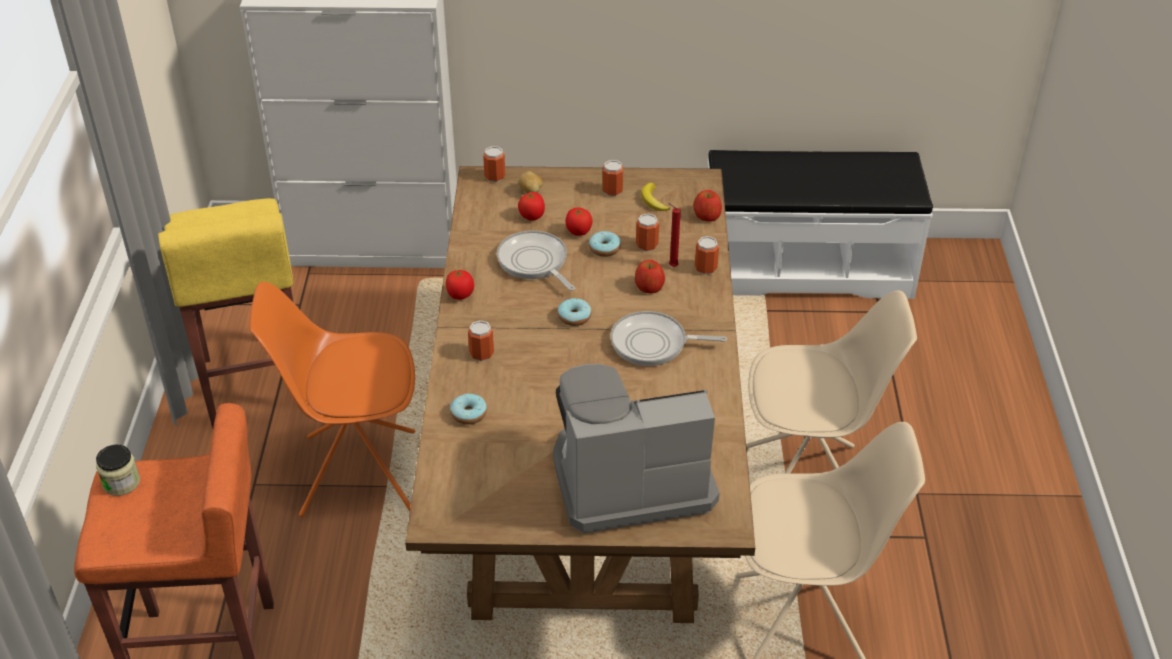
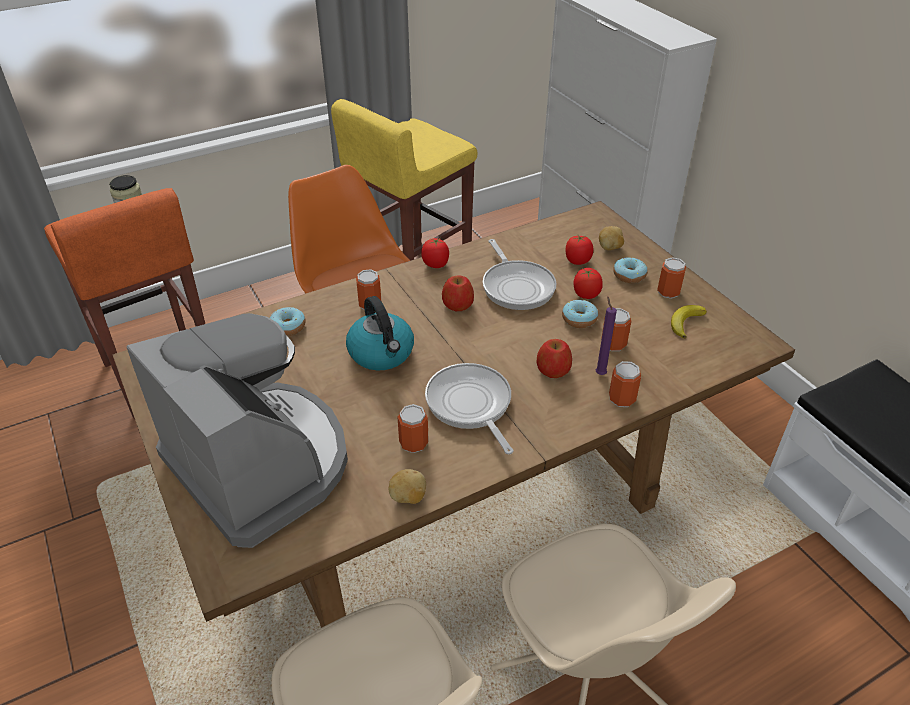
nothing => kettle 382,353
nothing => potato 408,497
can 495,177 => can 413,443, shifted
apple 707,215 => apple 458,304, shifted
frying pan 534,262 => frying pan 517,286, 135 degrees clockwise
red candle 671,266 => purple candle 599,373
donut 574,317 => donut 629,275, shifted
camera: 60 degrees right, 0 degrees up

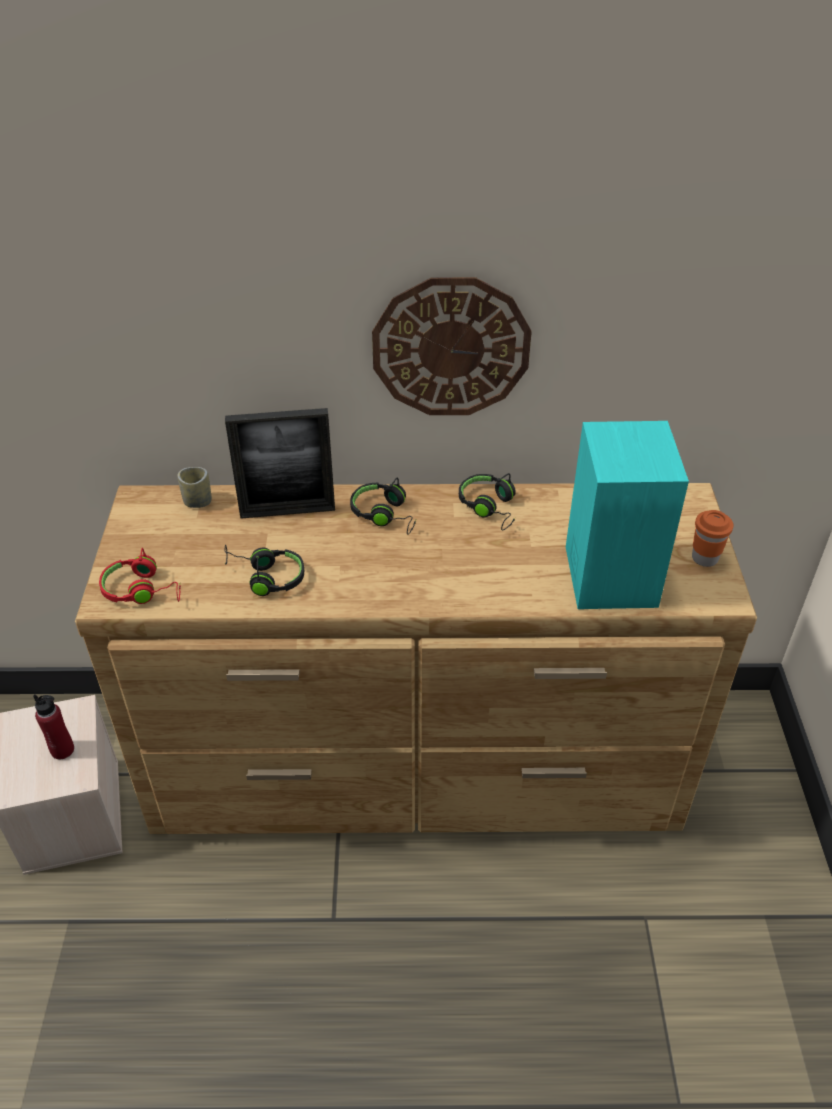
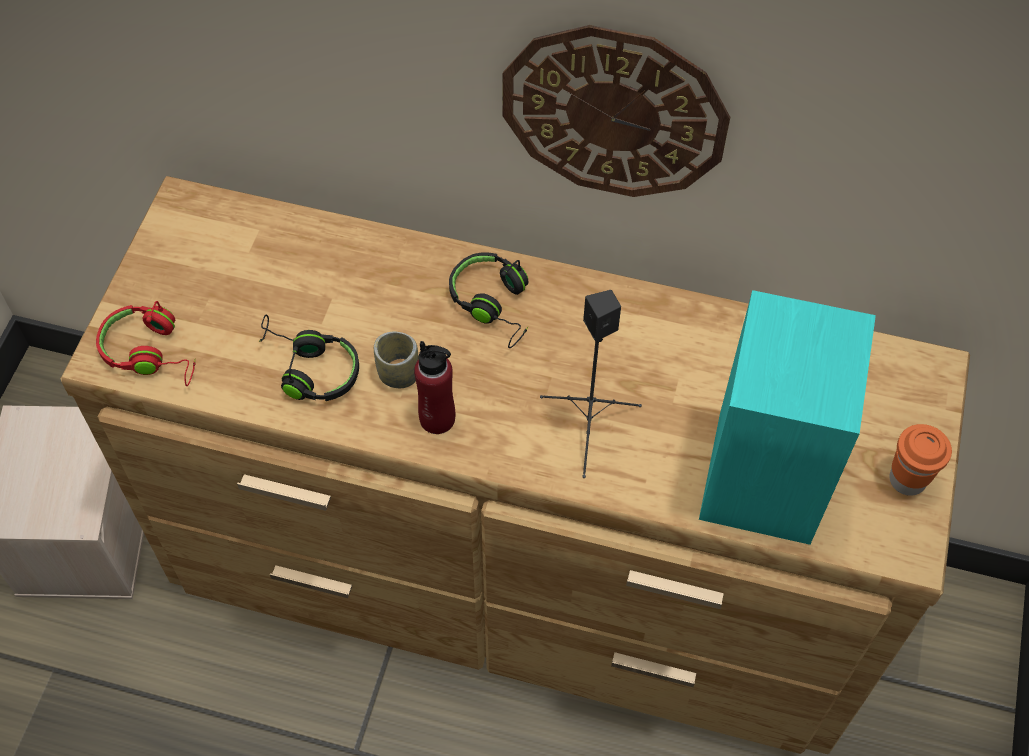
cup 197,501 => cup 398,374, shifted
red bottle 62,750 => red bottle 437,418, shifted
nothing => black speaker 589,427
picture frame 287,511 => nothing
black headphones 490,507 => nothing
camera: 15 degrees right, 15 degrees up

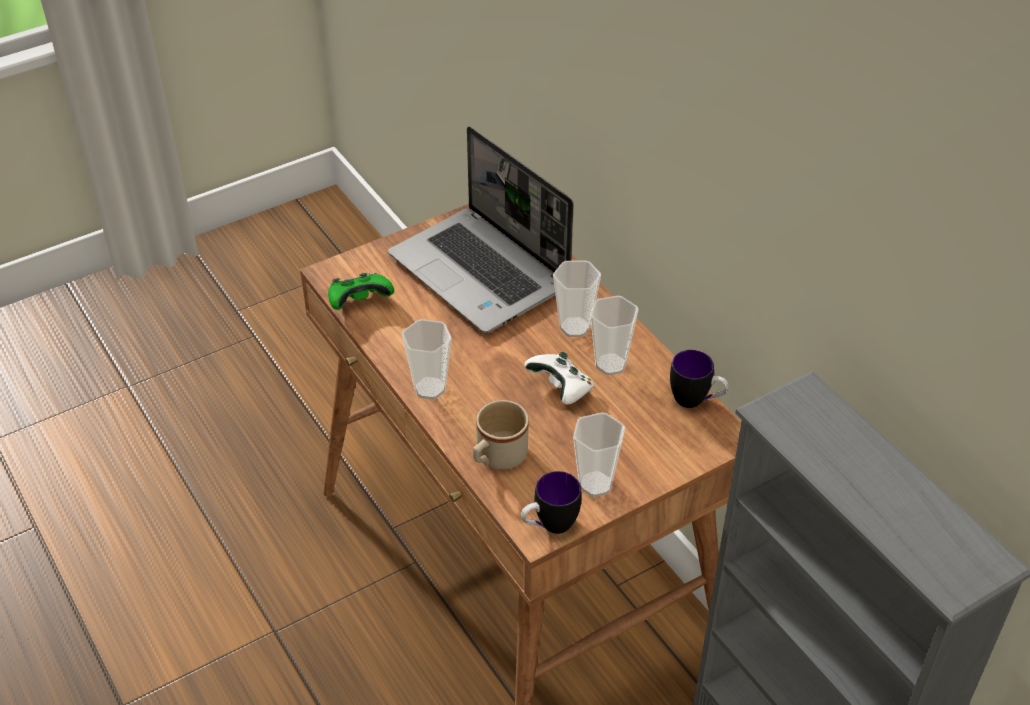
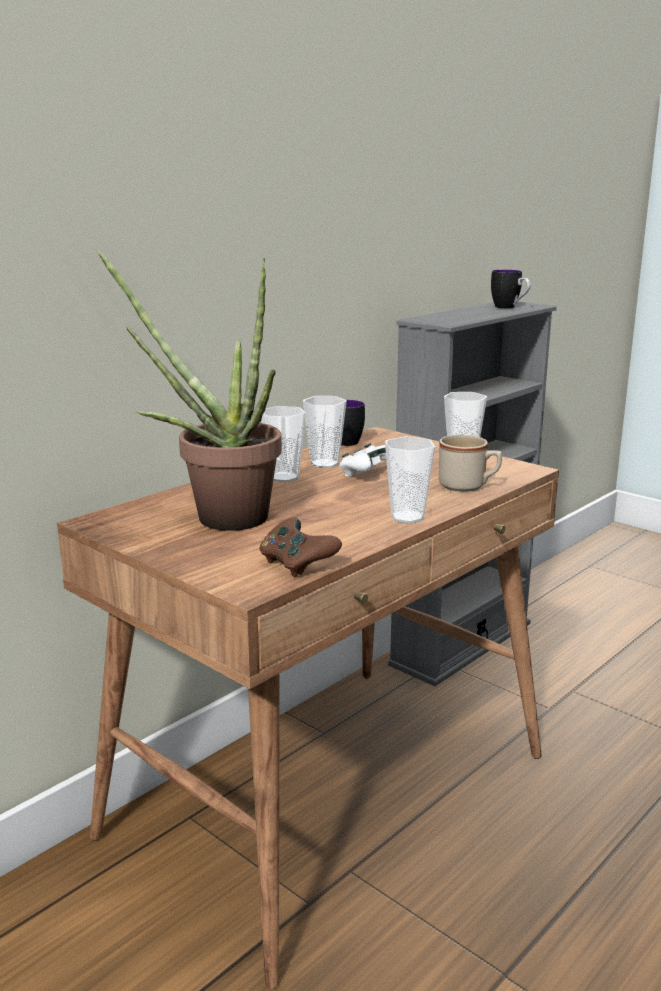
laptop 482,272 => potted plant 217,516
green game controller 360,302 => brown game controller 296,564
mug 549,526 => mug 509,307, shifted
camera: 105 degrees left, 25 degrees down

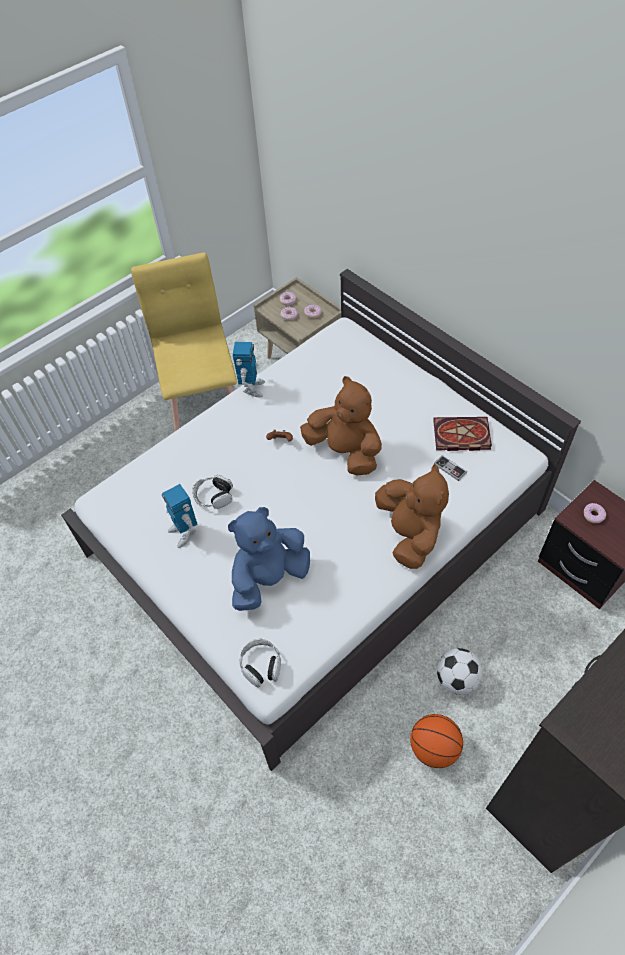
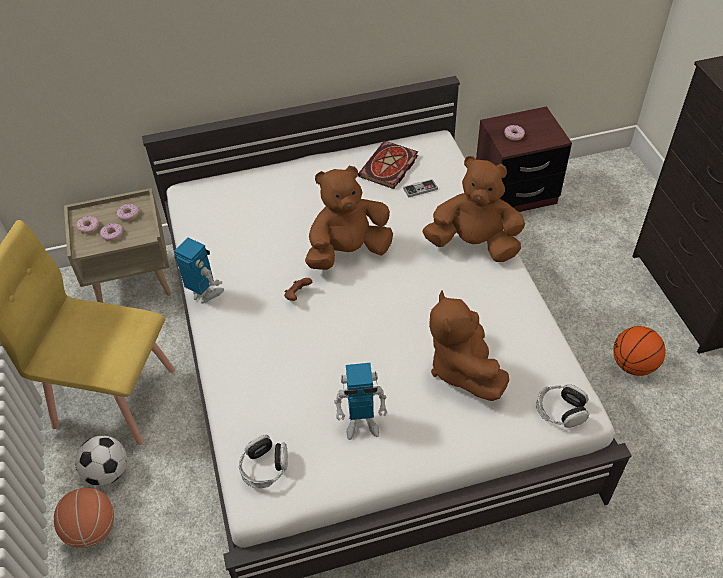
nothing => basketball 91,529
football 457,679 => football 108,472, shifted
headphones 213,496 => headphones 265,467, shifted
blue plush toy 269,578 => brown plush toy 462,368
camera: 65 degrees left, 5 degrees down

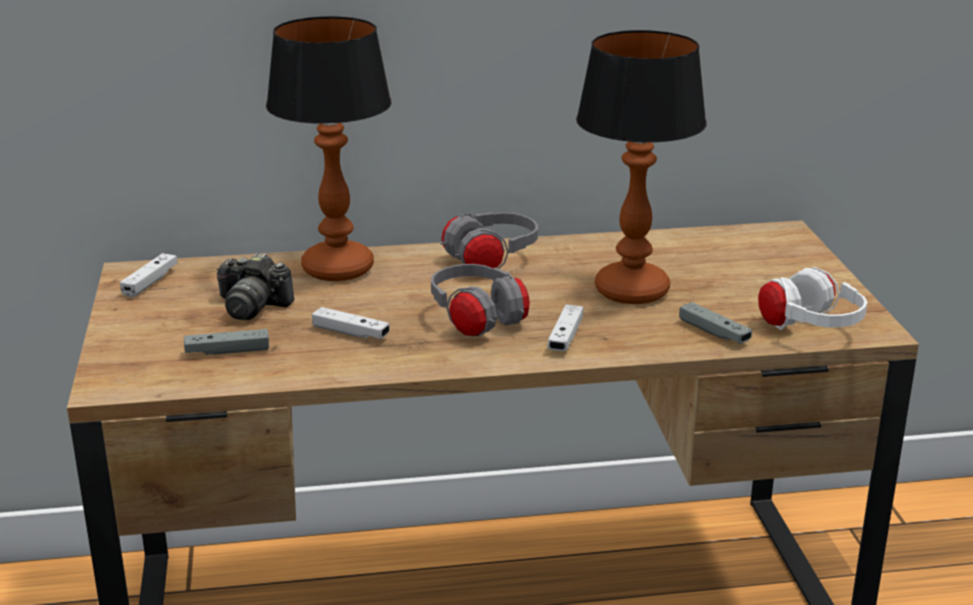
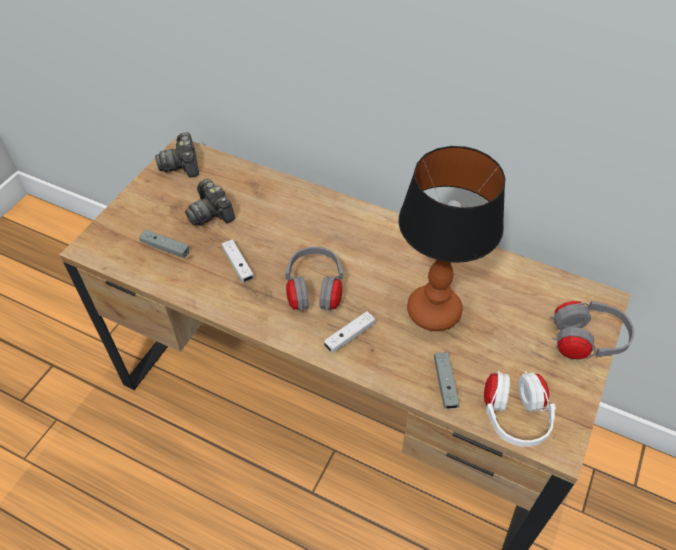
white game controller 150,282 => photo camera 182,165
grey headphones 490,262 => grey headphones 585,341, shifted
table lamp 337,268 => nothing
camera: 35 degrees right, 25 degrees up

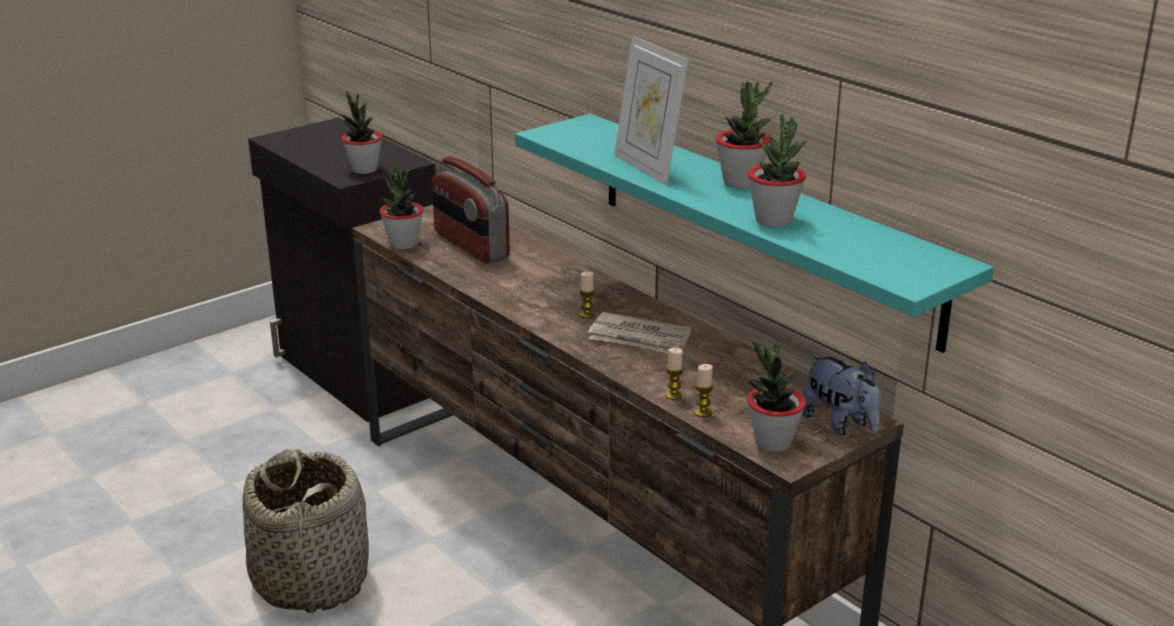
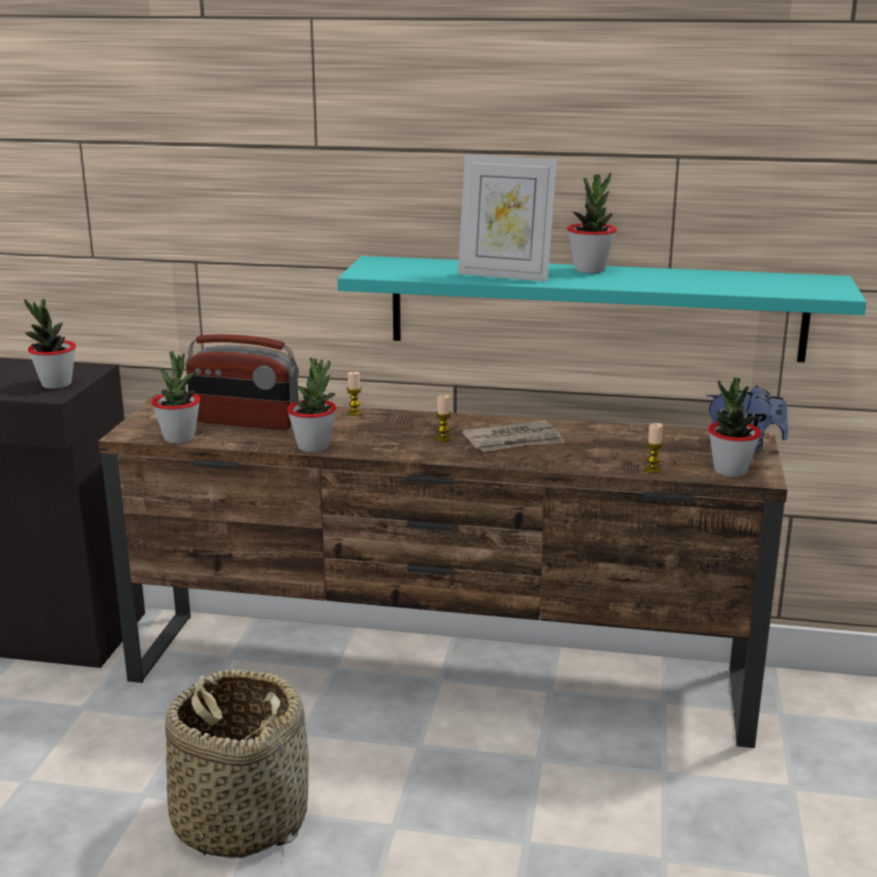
potted plant 774,220 => potted plant 313,446, shifted
candle 673,395 => candle 354,413, shifted
camera: 40 degrees left, 5 degrees down

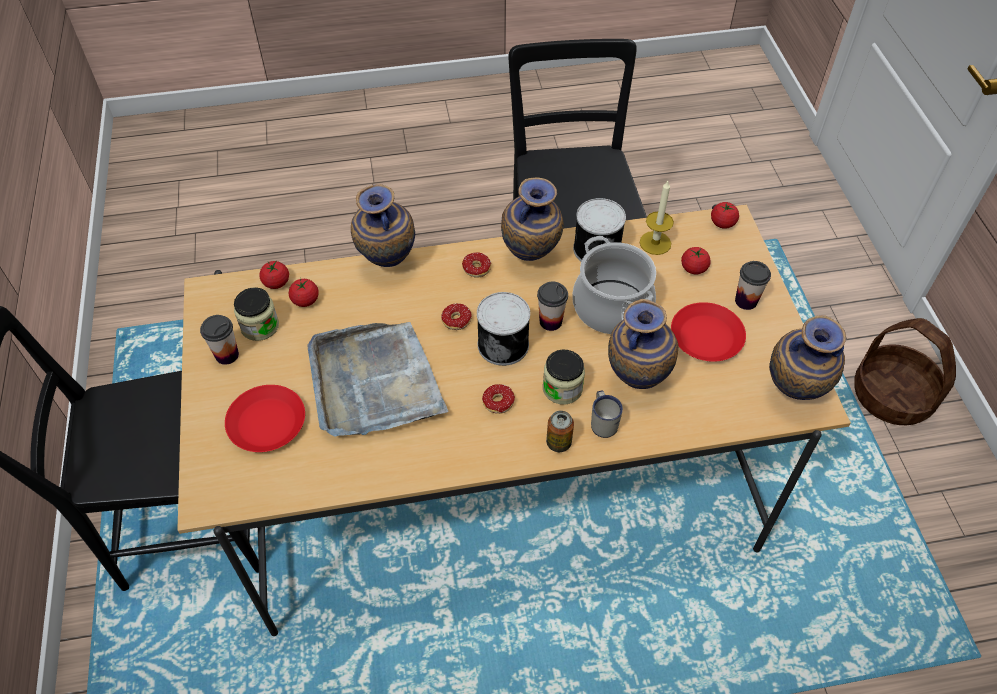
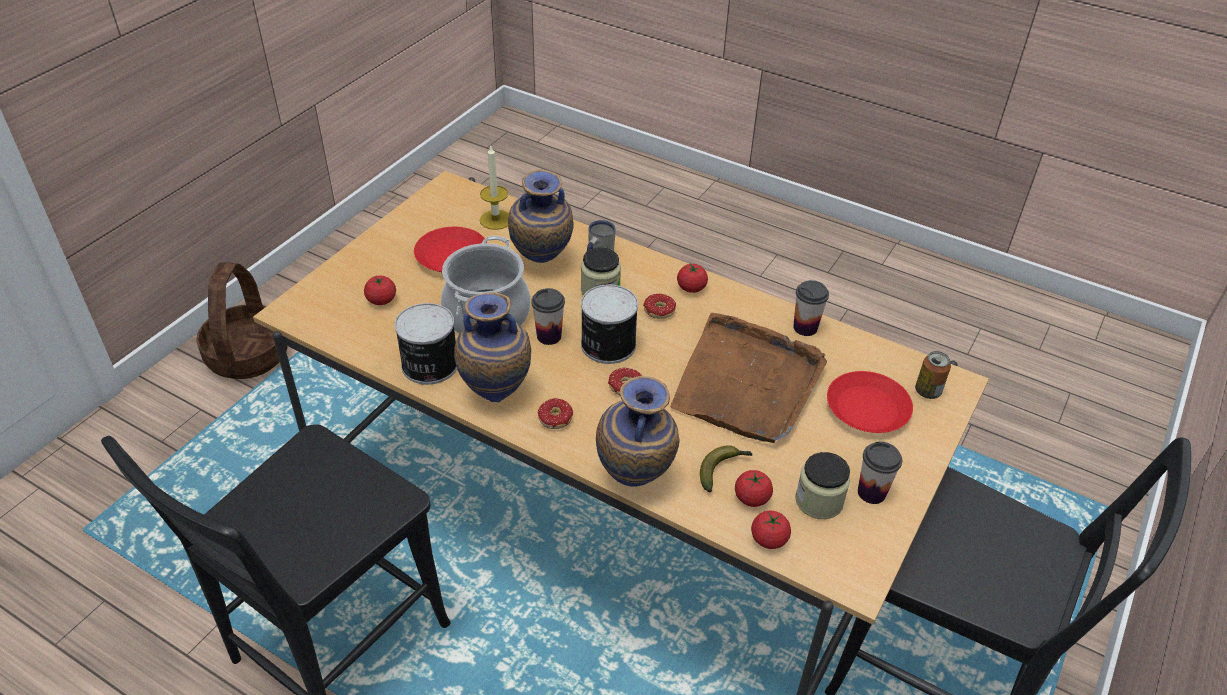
candle 655,243 => candle 495,220, shifted
grey tray 374,382 => brown tray 747,383
tomato 722,223 => tomato 691,288, shifted
nothing => banana 723,470
cup 746,301 => cup 805,328, shifted
can 558,443 => can 927,391, shifted
vase 792,394 => nothing
camera: 140 degrees left, 10 degrees down

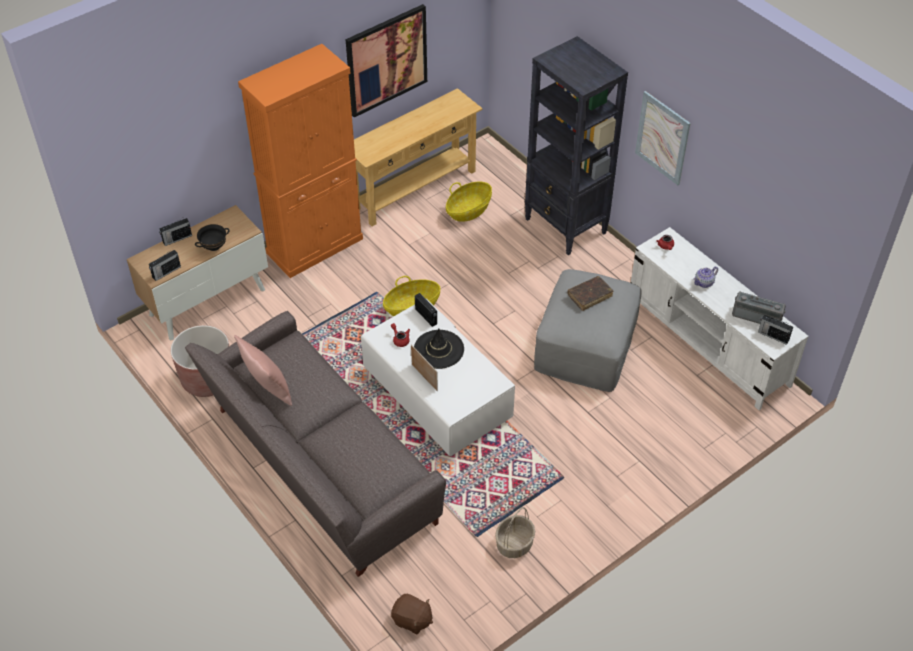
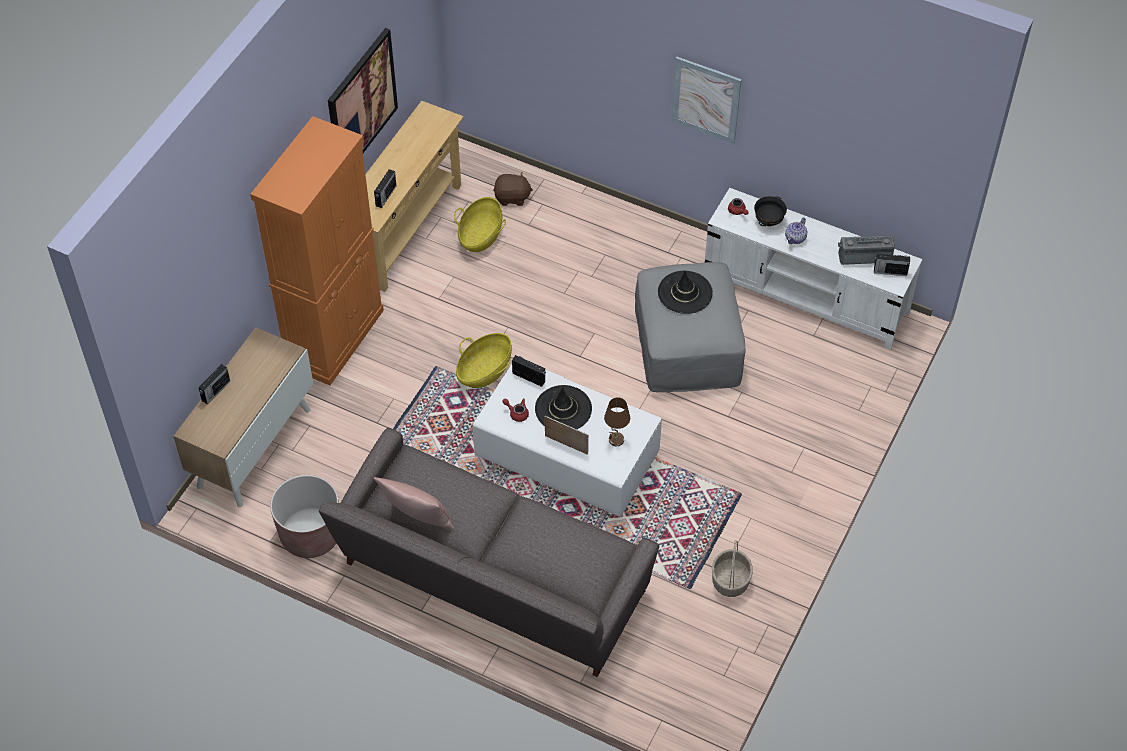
radio 166,272 => radio 385,196, shifted
brown plush toy 412,620 => brown plush toy 512,197, shifted
nothing => brown table lamp 616,440
brown book 589,296 => black hat 685,293
black bowl 214,247 => black bowl 768,221, shifted
black bookcase 566,226 => nothing
camera: 25 degrees left, 5 degrees up

